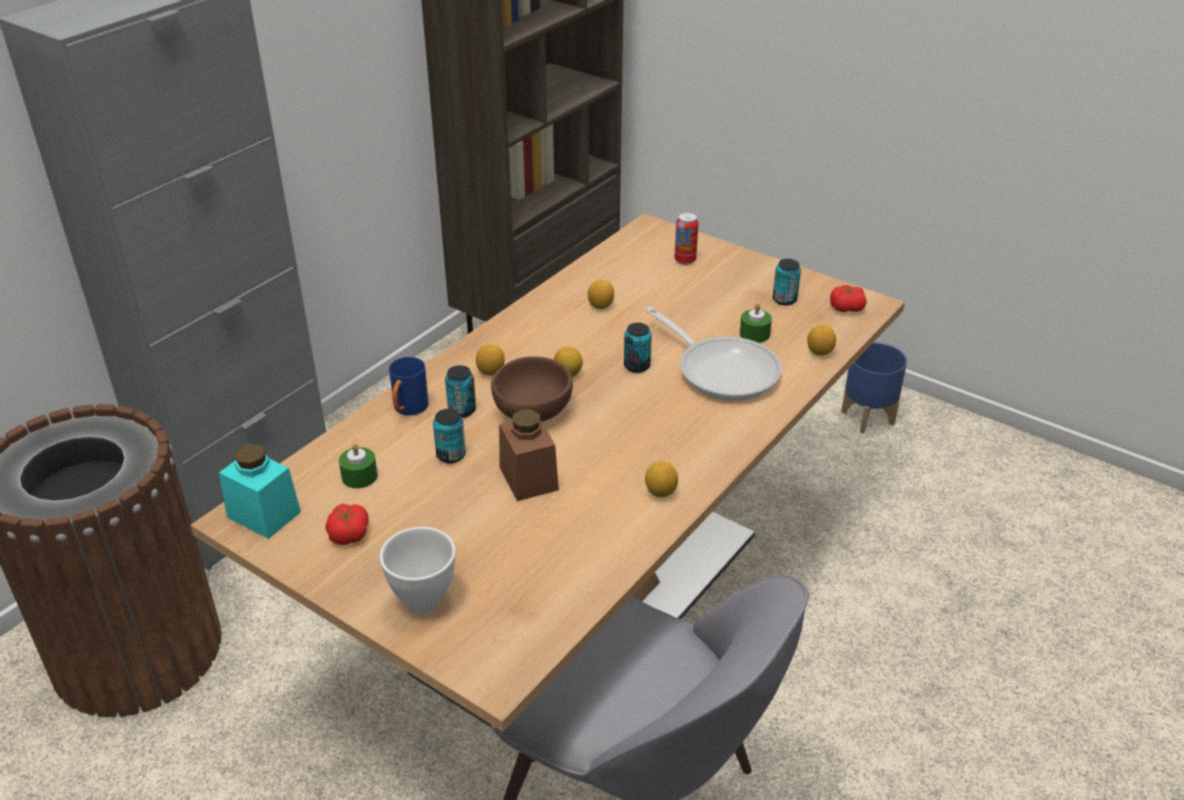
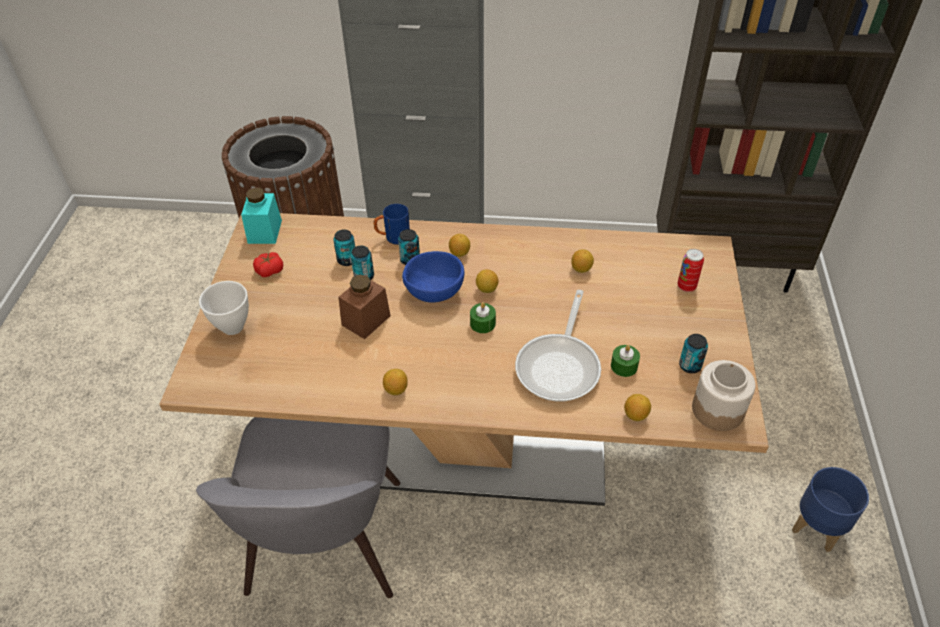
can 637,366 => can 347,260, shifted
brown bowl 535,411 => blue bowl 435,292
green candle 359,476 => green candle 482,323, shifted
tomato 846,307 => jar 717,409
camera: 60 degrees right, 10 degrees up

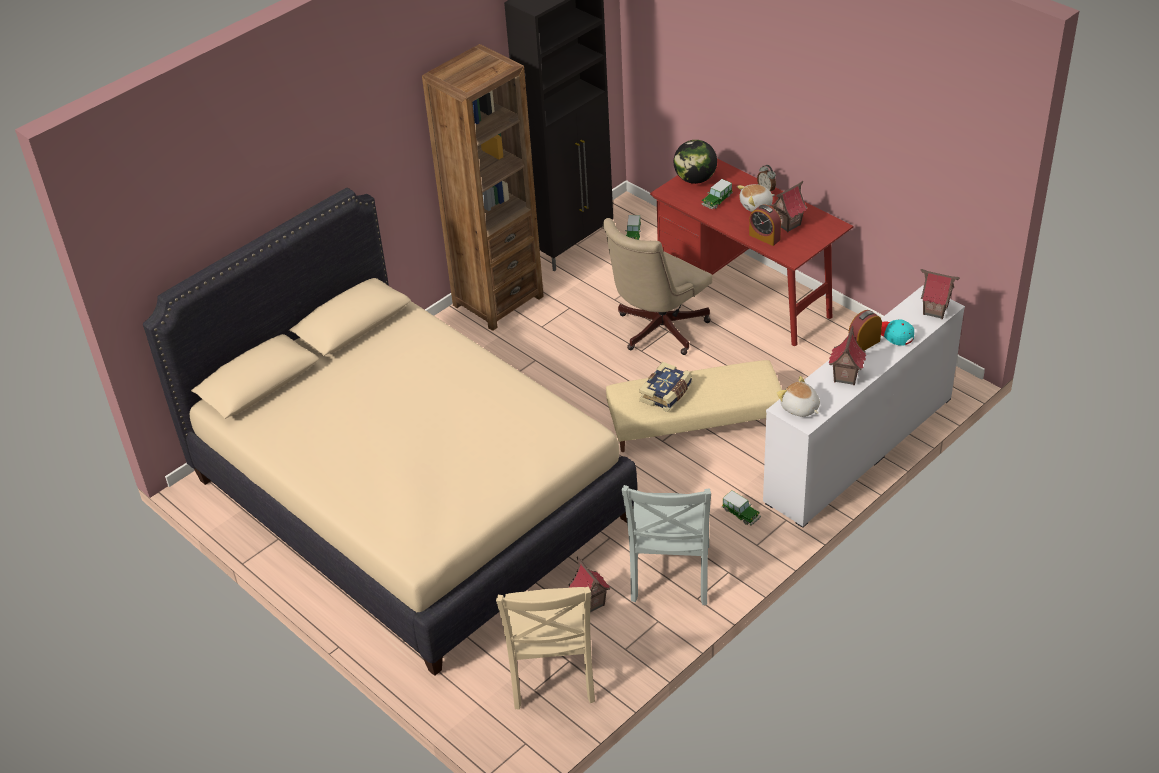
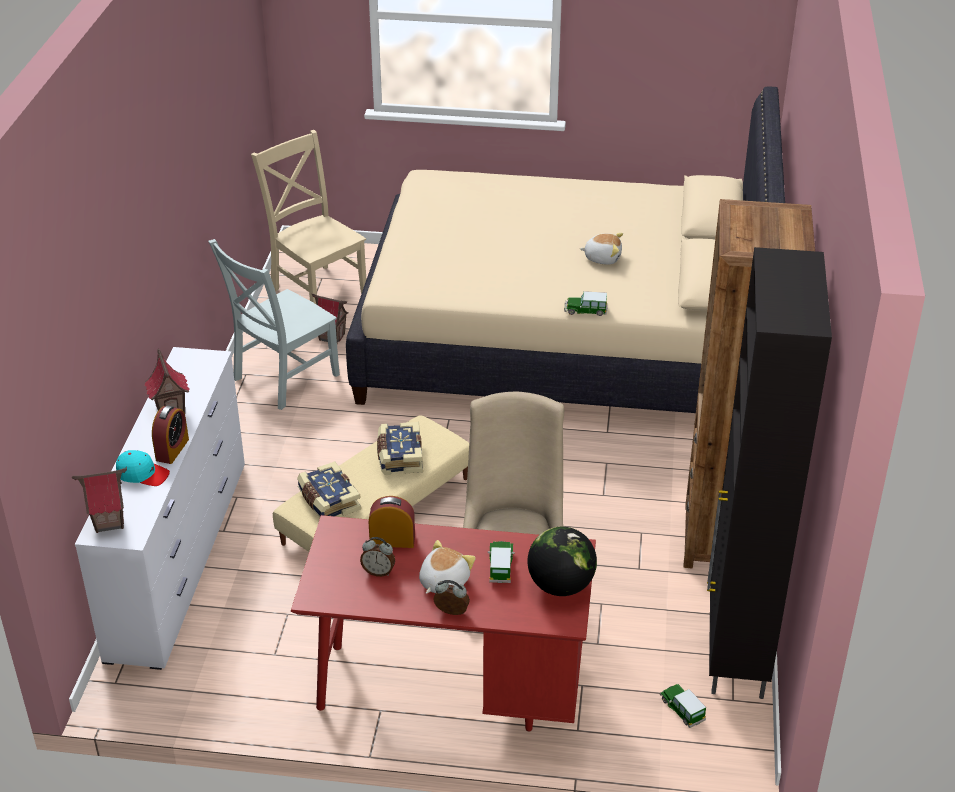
grey chair 670,576 => grey chair 282,379, 105 degrees counterclockwise
nothing => book 328,501
toy house 787,224 => alarm clock 378,572
toy car 741,513 => toy car 585,310, shifted
plush toy 799,408 => plush toy 602,258, shifted
camera: 140 degrees right, 5 degrees down

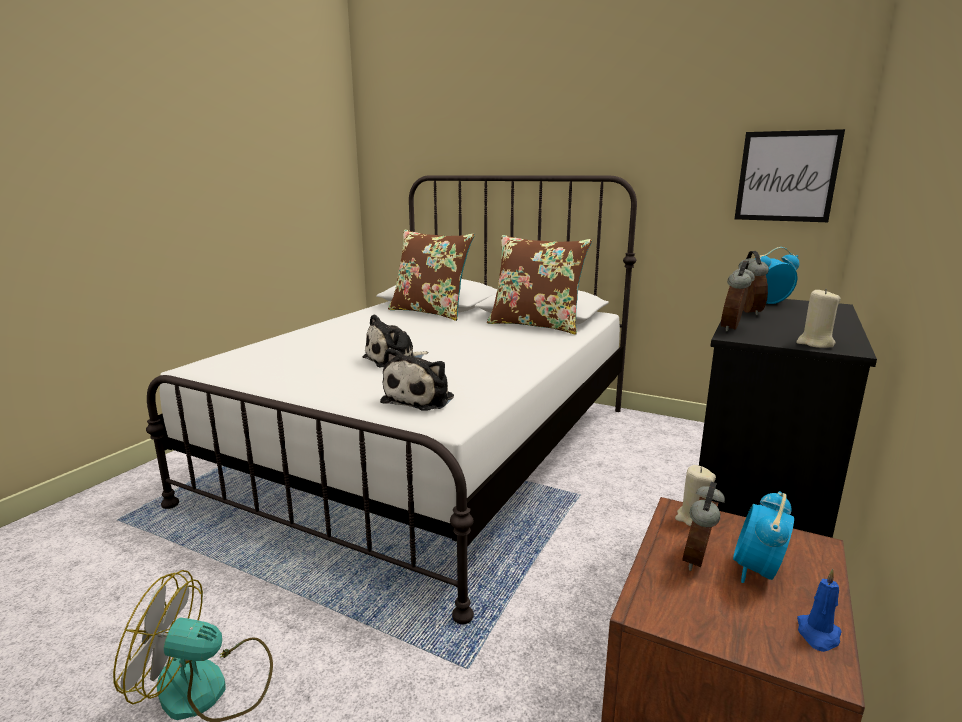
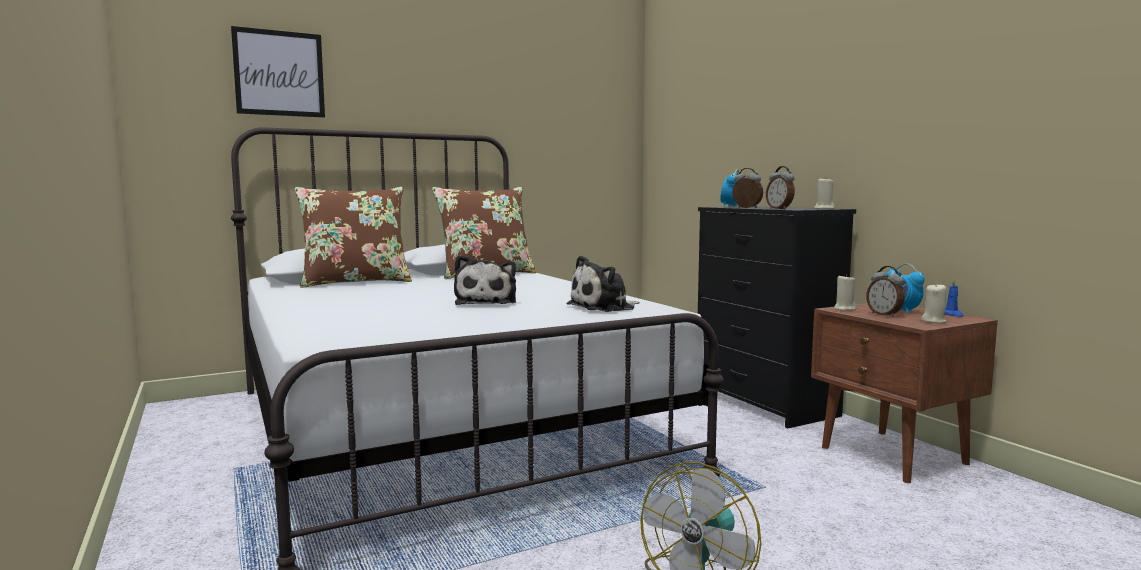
picture 786,176 => picture 279,73, shifted
plush toy 421,399 => plush toy 604,307, 90 degrees clockwise
nothing => beige candle 933,321
camera: 55 degrees left, 10 degrees down

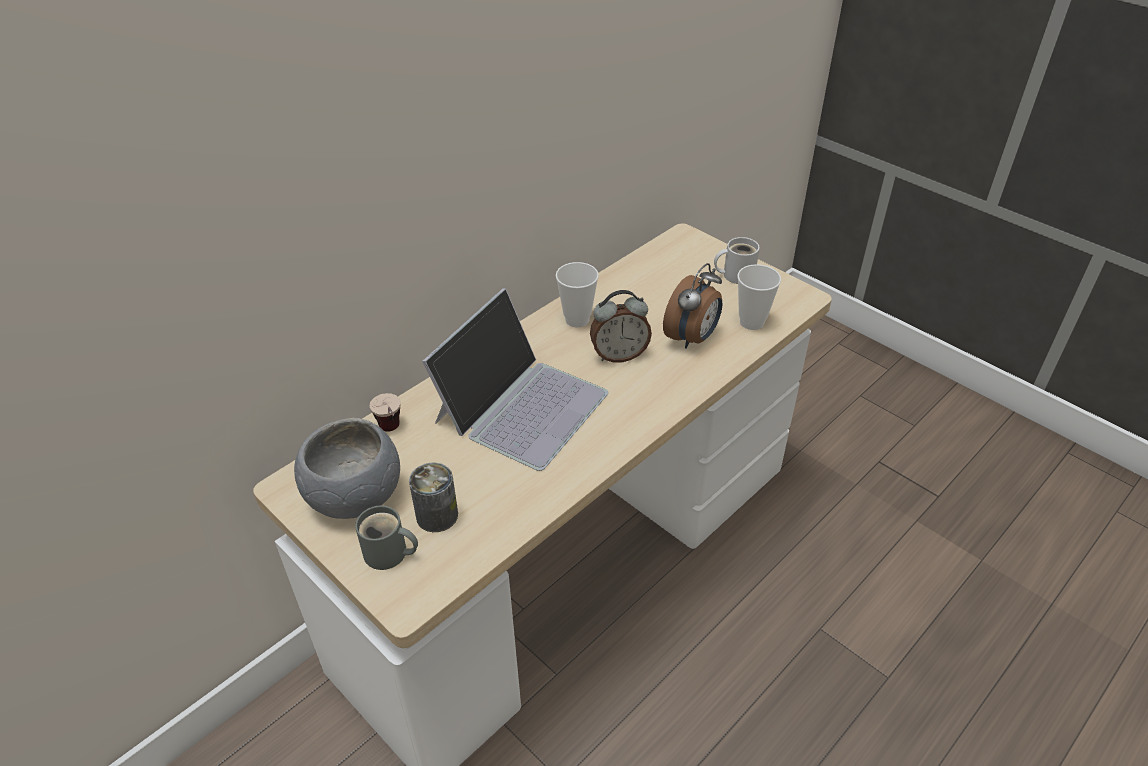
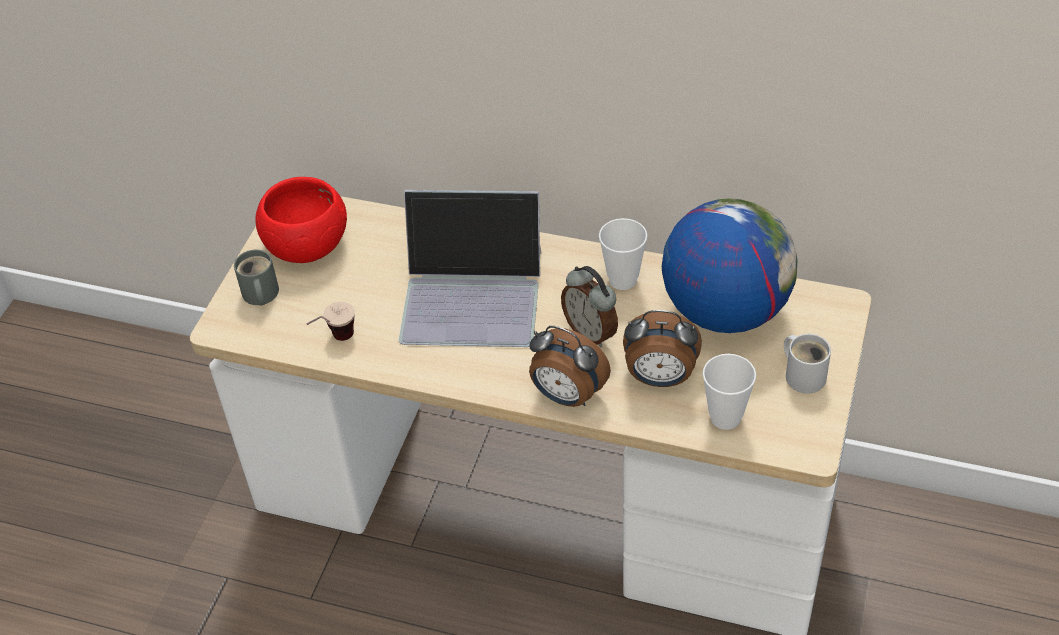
grey bowl 355,495 => red bowl 307,245
cup 392,433 => cup 334,341, shifted
nothing => alarm clock 567,396
nothing => globe 725,310
can 437,515 => nothing
camera: 65 degrees right, 5 degrees up

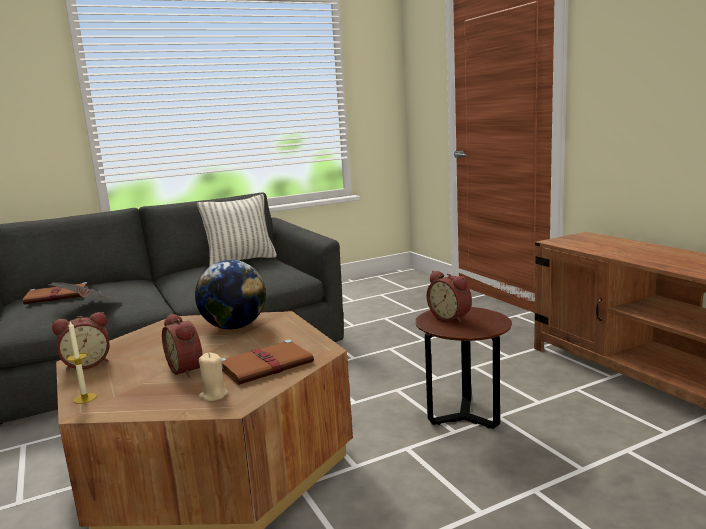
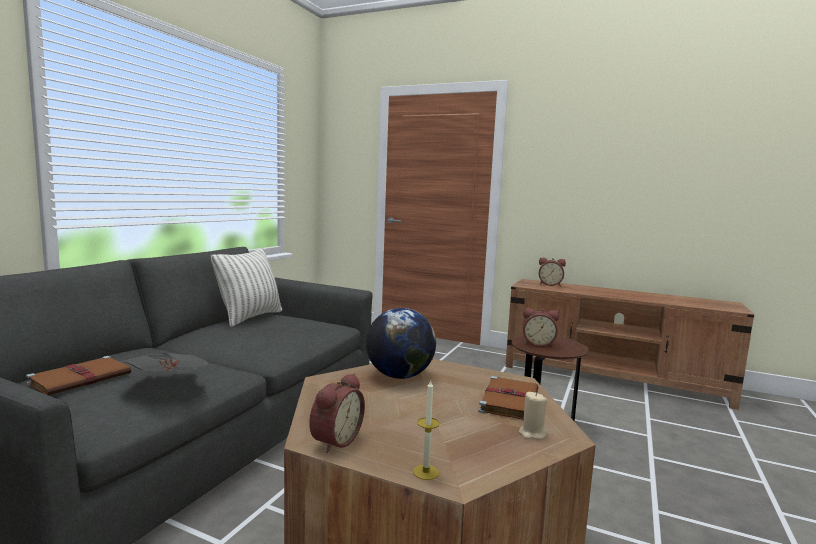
alarm clock 188,369 => alarm clock 550,284, shifted
camera: 40 degrees left, 5 degrees down

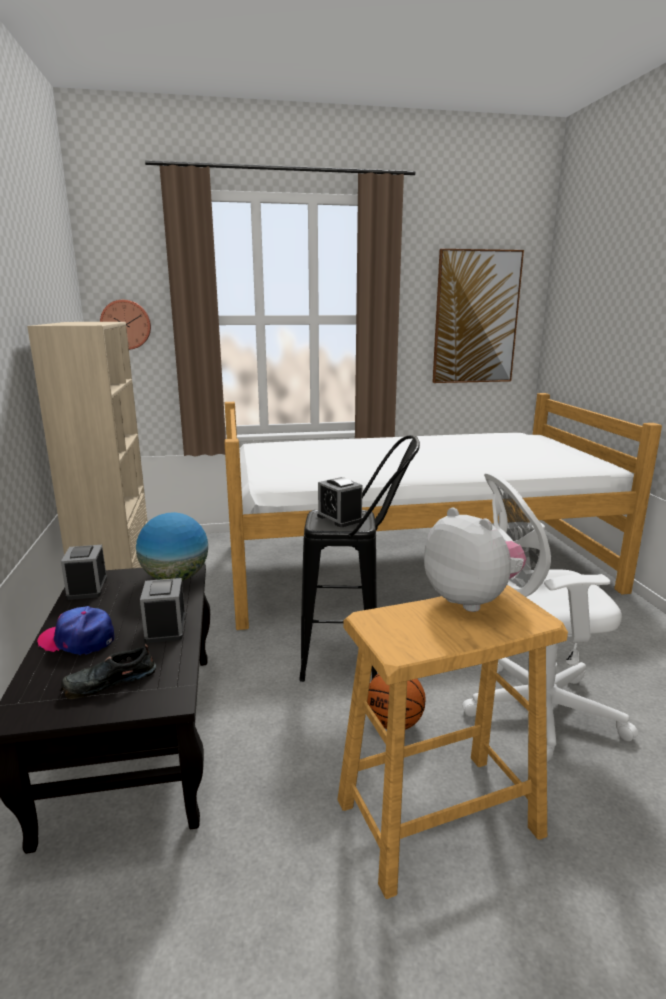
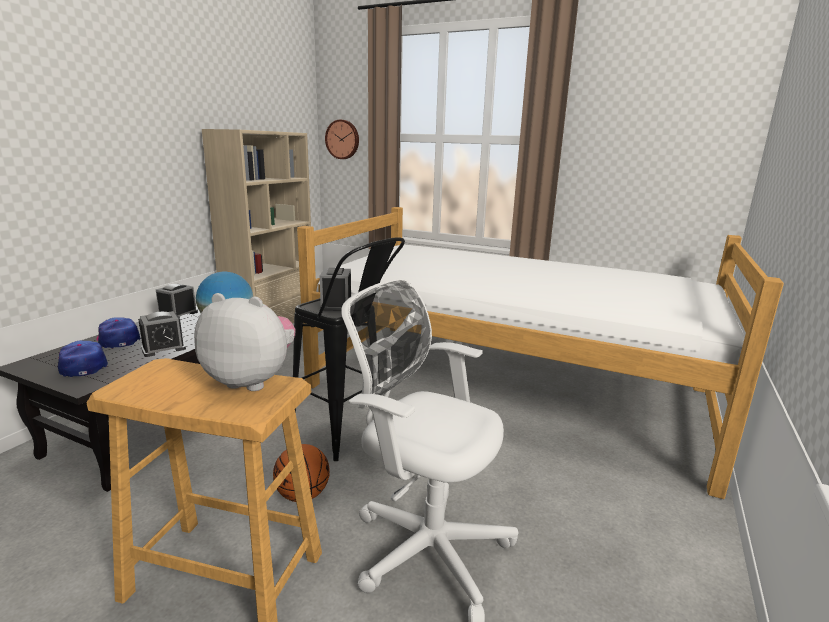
black shoe 109,681 => cap 83,365
alarm clock 165,628 => alarm clock 163,348, 150 degrees counterclockwise
plush toy 471,599 => plush toy 252,380, 75 degrees counterclockwise
picture 475,317 => nothing
camera: 35 degrees right, 0 degrees up

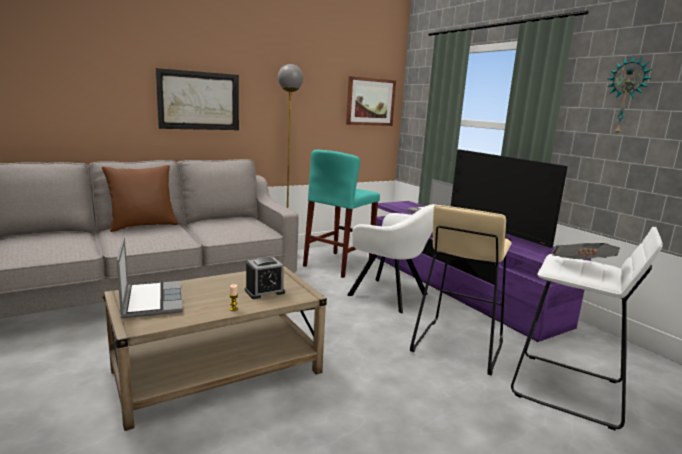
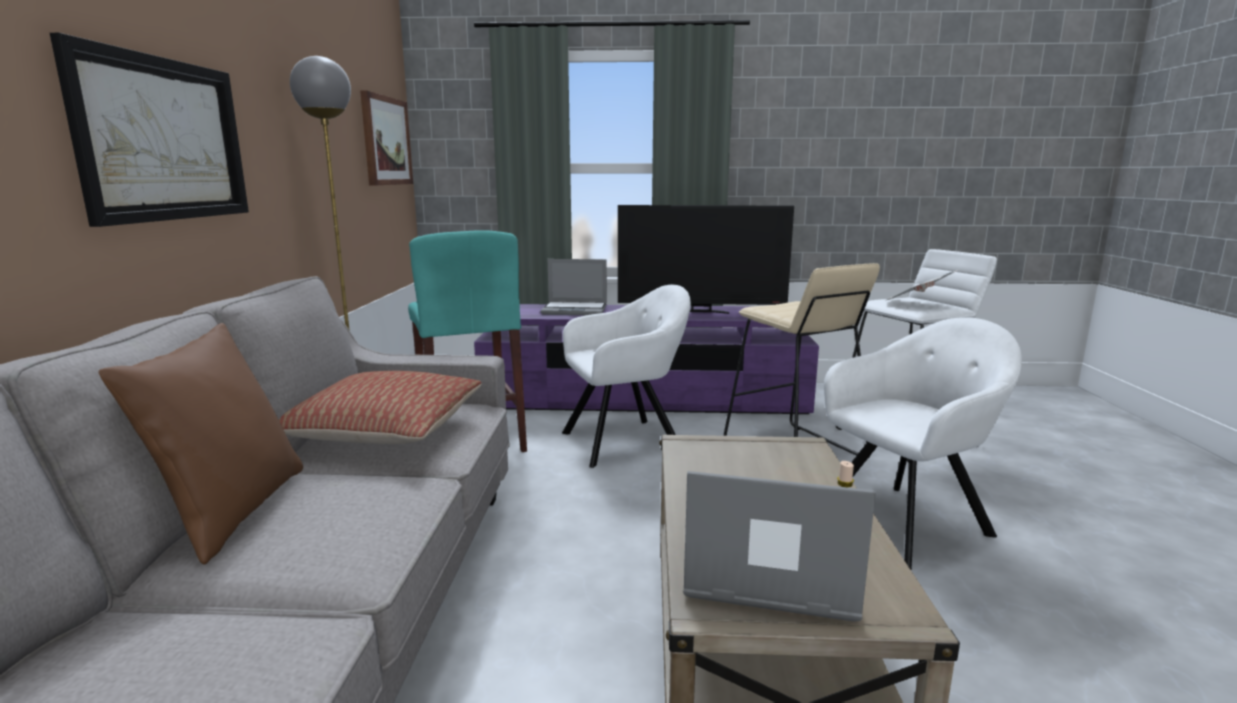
nothing => pillow 384,430
nothing => white armchair 907,521
alarm clock 264,291 => nothing
wall clock 626,96 => nothing
camera: 55 degrees left, 0 degrees up

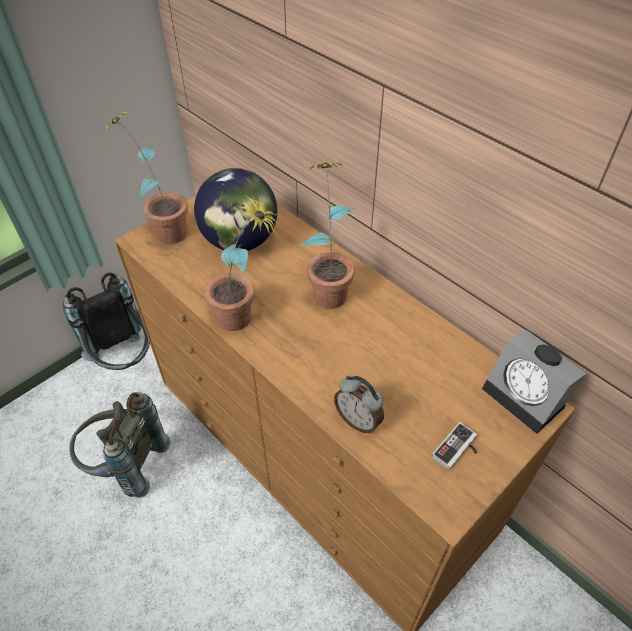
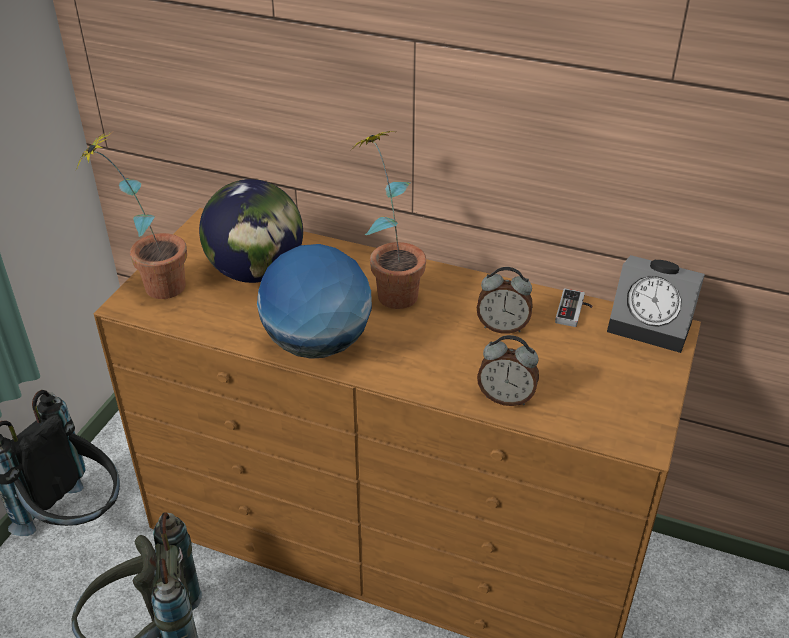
potted plant 245,318 => globe 317,344
nothing => alarm clock 502,327
game controller 458,450 => game controller 574,311, shifted
camera: 25 degrees left, 10 degrees down

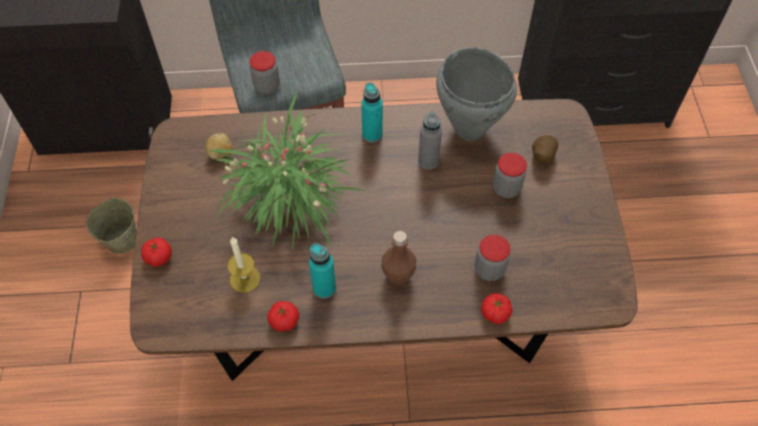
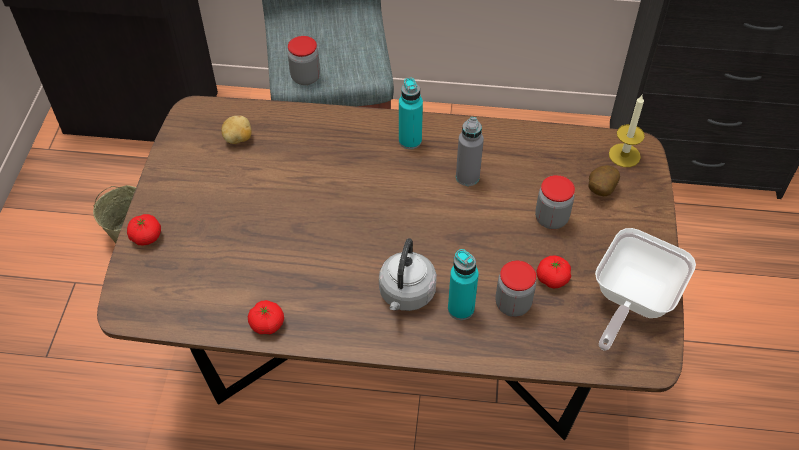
brown bottle 398,275 => grey kettle 406,295
turquoise bottle 324,288 => turquoise bottle 461,309, shifted
tomato 495,313 => tomato 552,279, shifted
nothing => frying pan 631,300
candle 245,279 => candle 624,155, shifted
potted plant 287,197 => nothing
grey cooking pot 469,128 => nothing
camera: 10 degrees right, 5 degrees down

